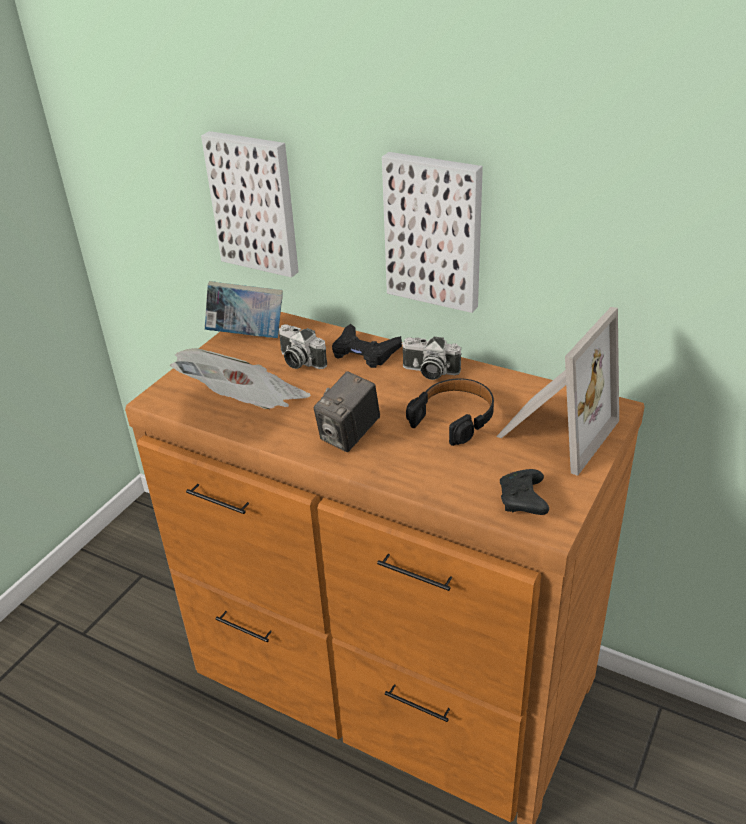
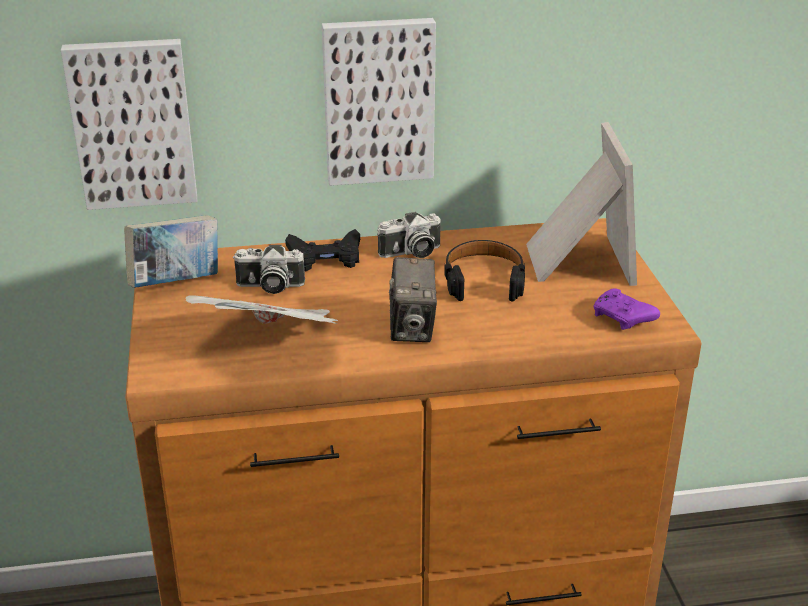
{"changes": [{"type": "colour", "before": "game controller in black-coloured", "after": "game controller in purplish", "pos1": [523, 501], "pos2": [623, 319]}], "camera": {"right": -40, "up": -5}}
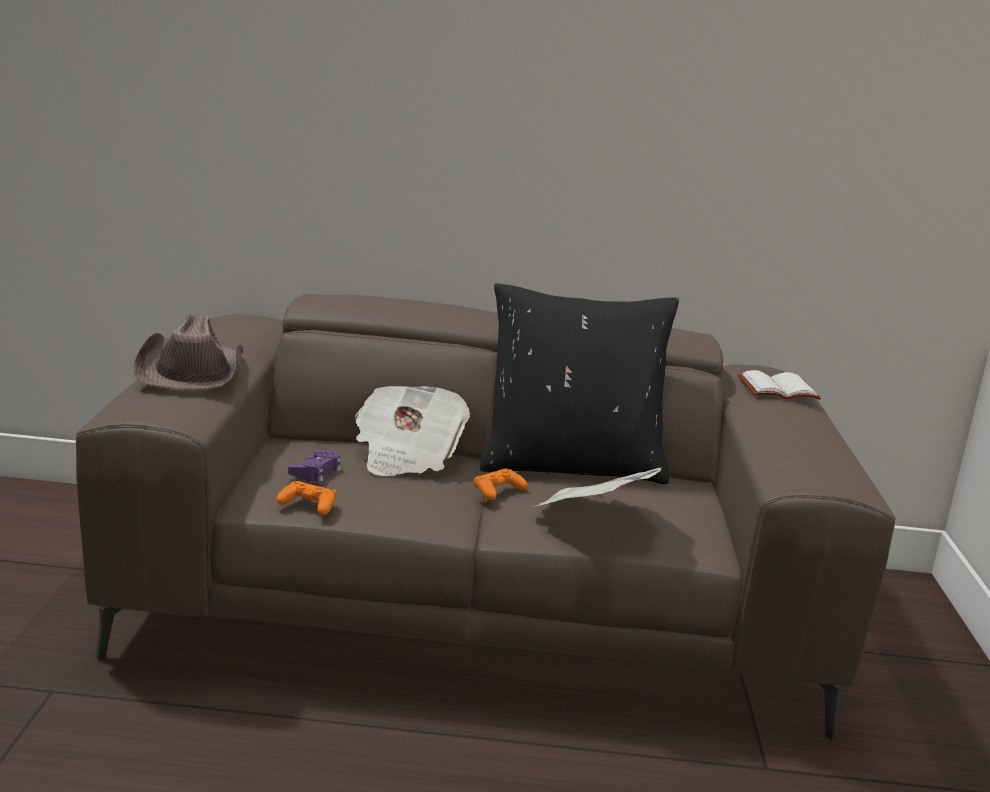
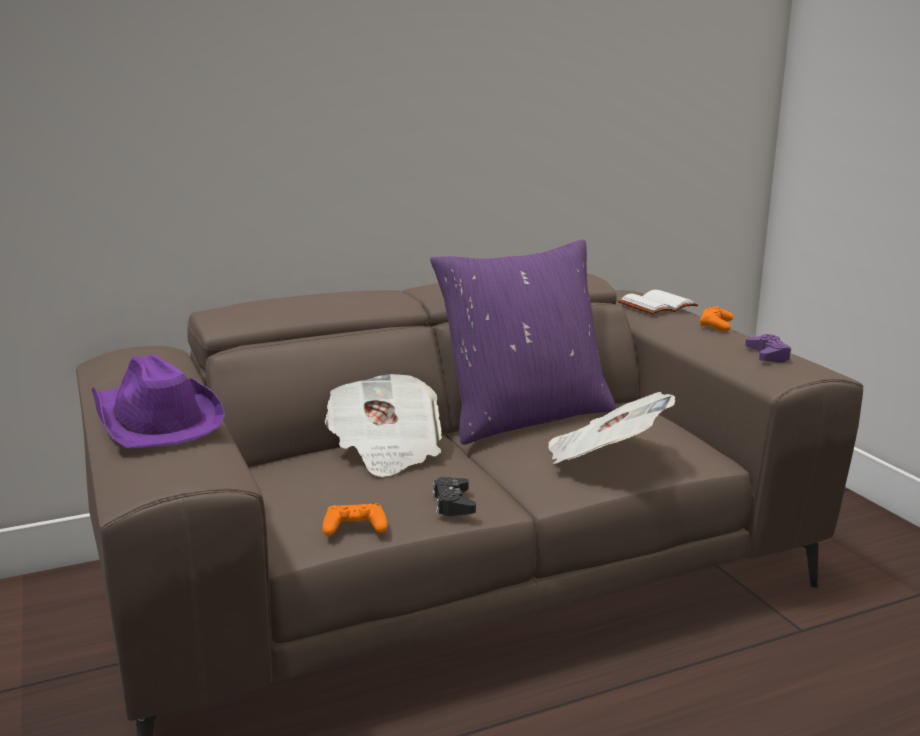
{"changes": [{"type": "colour", "before": "hat in brownish", "after": "hat in purplish", "pos1": [191, 370], "pos2": [155, 419]}, {"type": "relocated", "before": "game controller in purplish", "pos1": [316, 472], "pos2": [768, 355]}, {"type": "relocated", "before": "game controller in orangey", "pos1": [498, 490], "pos2": [716, 325]}, {"type": "colour", "before": "throw pillow in black-coloured", "after": "throw pillow in purplish", "pos1": [571, 465], "pos2": [525, 417]}, {"type": "appeared", "after": "game controller in black-coloured", "pos2": [453, 504]}], "camera": {"right": -25, "up": 0}}
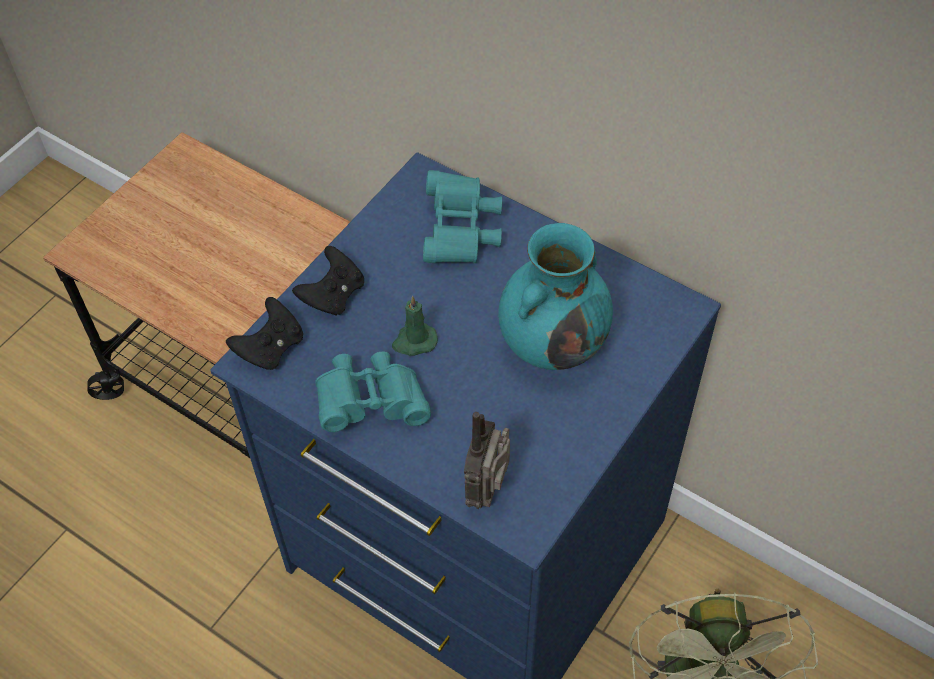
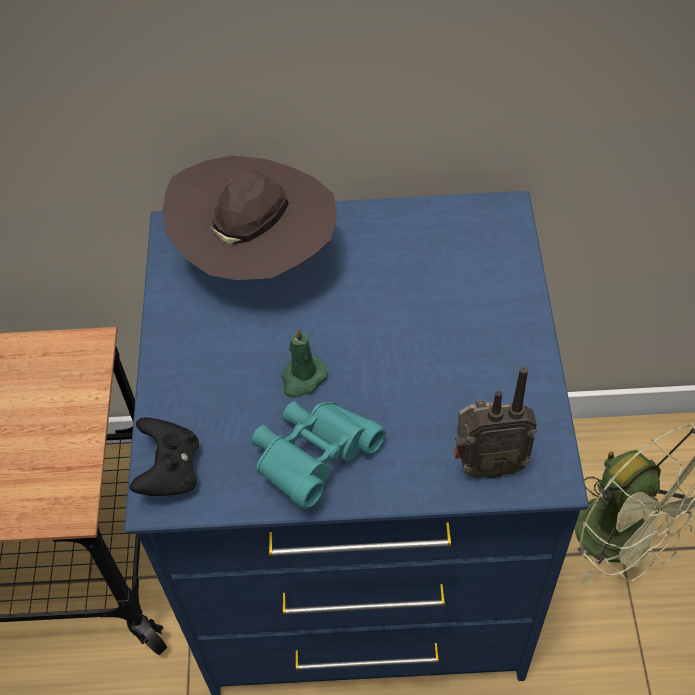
{"changes": [{"type": "missing", "before": "game controller in black-coloured", "pos1": [333, 295]}, {"type": "exchanged", "before": "binoculars in turquoise-coloured", "after": "hat in brownish", "pos1": [461, 232], "pos2": [257, 257]}, {"type": "spun", "before": "radio", "pos1": [488, 489], "pos2": [487, 464], "turn": -75}, {"type": "missing", "before": "flower vase in turquoise-coloured", "pos1": [553, 344]}], "camera": {"right": -35, "up": 0}}
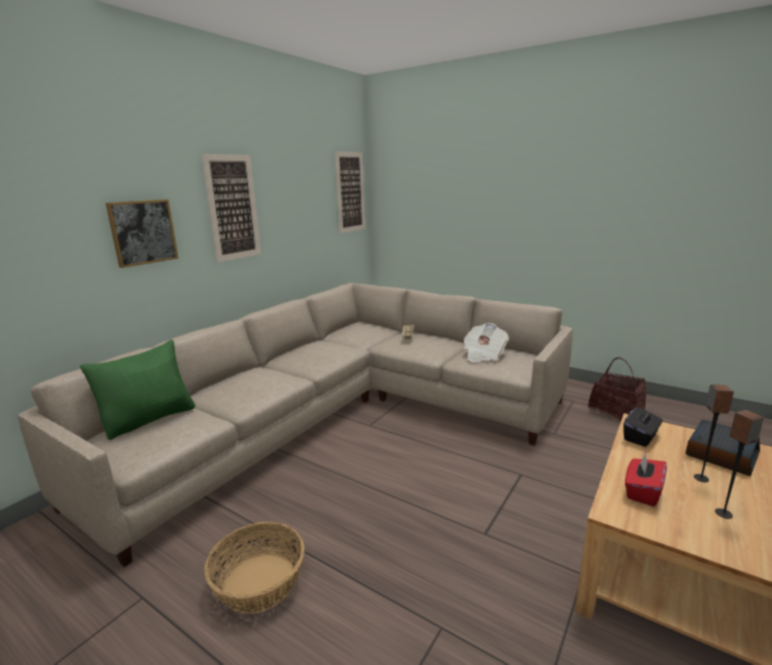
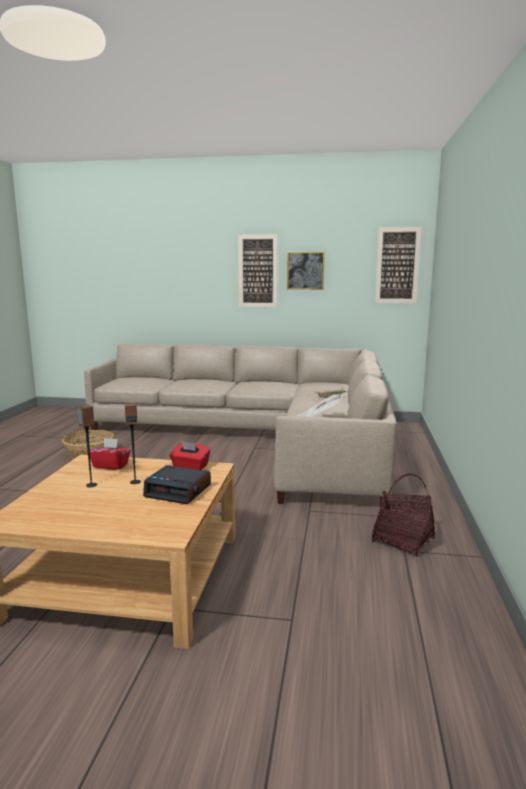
{"changes": [{"type": "missing", "before": "throw pillow in green-coloured", "pos1": [150, 419]}, {"type": "relocated", "before": "picture", "pos1": [143, 232], "pos2": [305, 270]}, {"type": "colour", "before": "box of tissues in black-coloured", "after": "box of tissues in reddish", "pos1": [640, 437], "pos2": [190, 467]}], "camera": {"right": 65, "up": -5}}
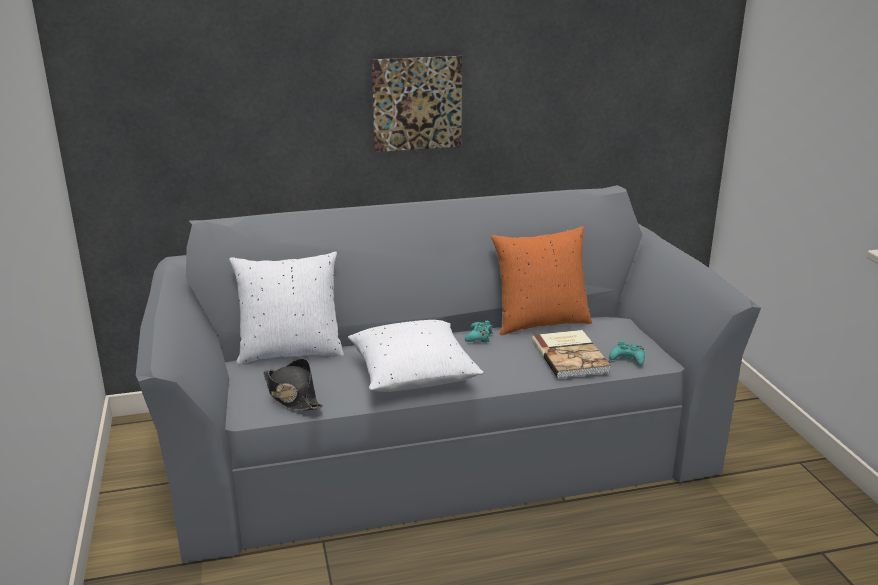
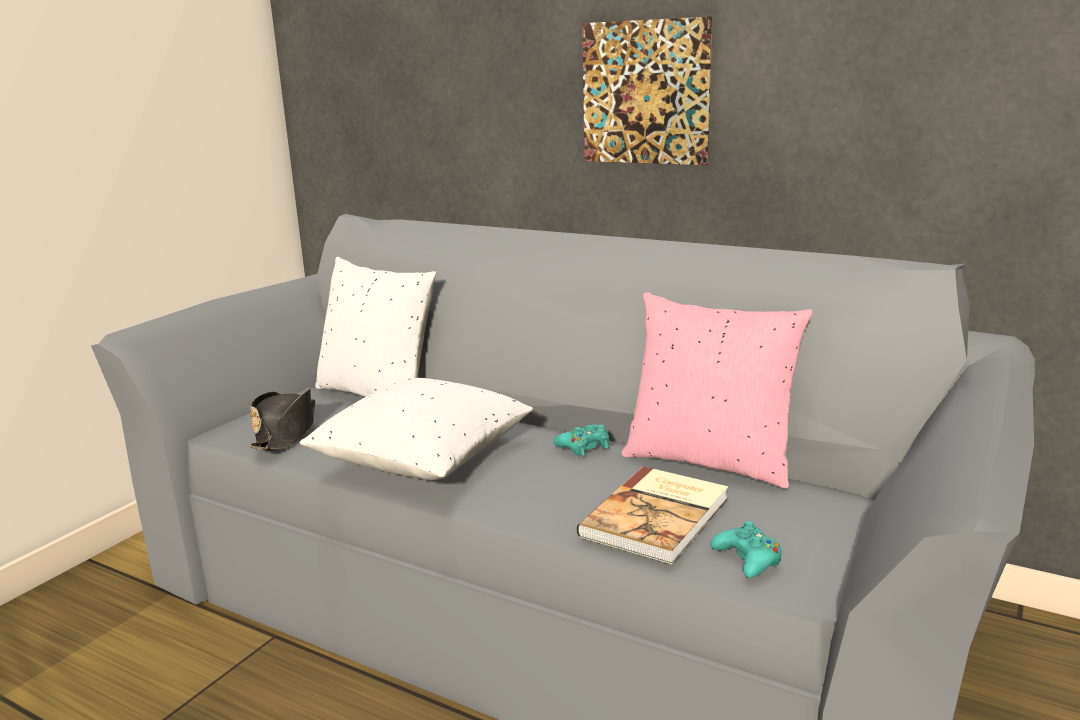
{"changes": [{"type": "colour", "before": "throw pillow in orangey", "after": "throw pillow in pink", "pos1": [540, 322], "pos2": [710, 460]}], "camera": {"right": 45, "up": -5}}
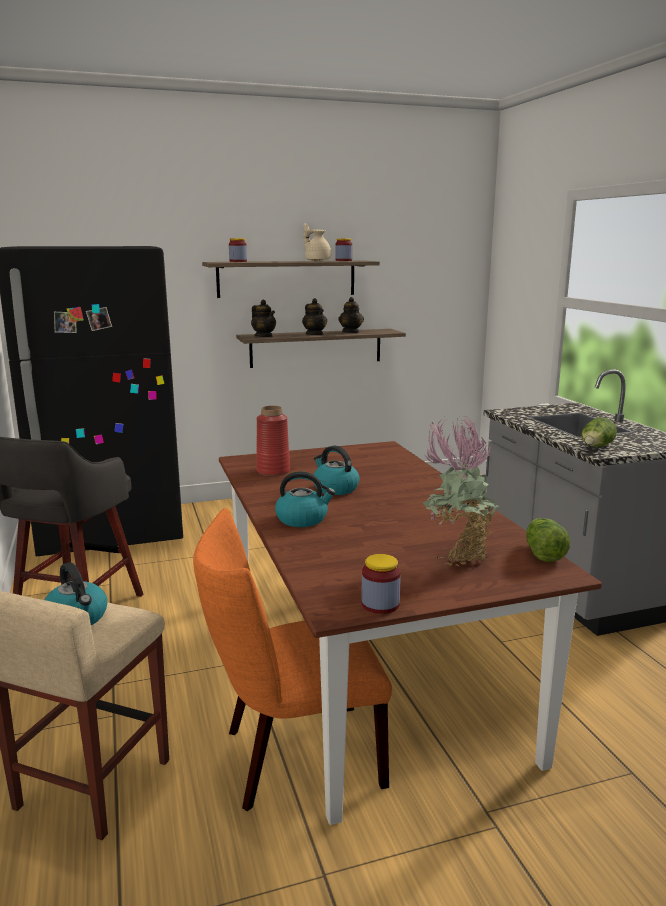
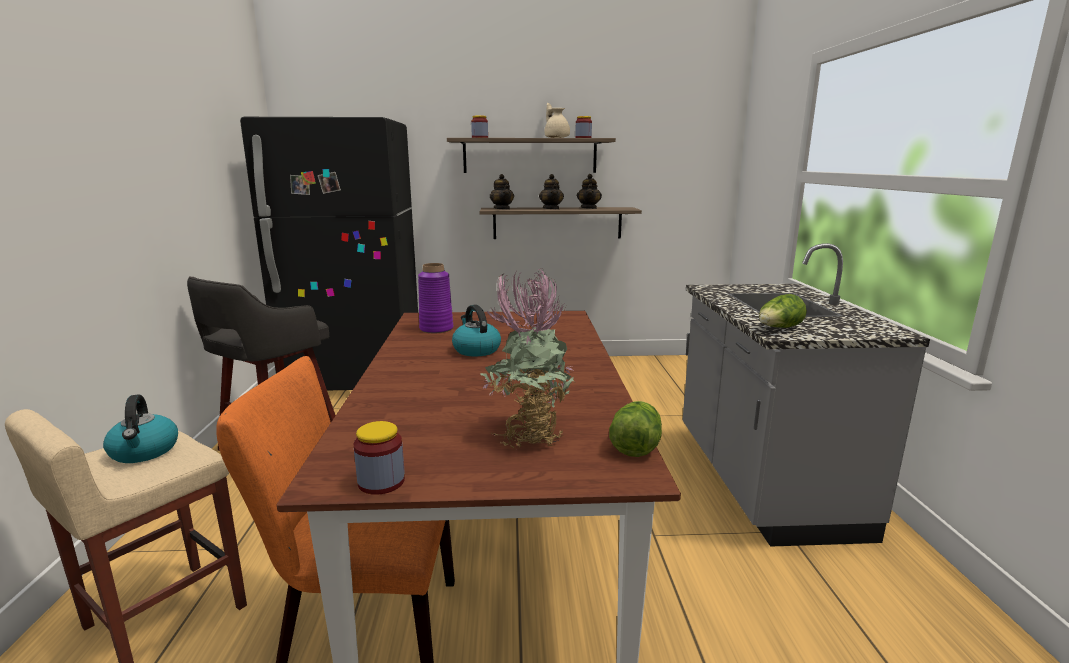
{"changes": [{"type": "colour", "before": "flower vase in reddish", "after": "flower vase in purplish", "pos1": [273, 471], "pos2": [436, 329]}, {"type": "missing", "before": "water kettle", "pos1": [302, 519]}], "camera": {"right": 15, "up": 0}}
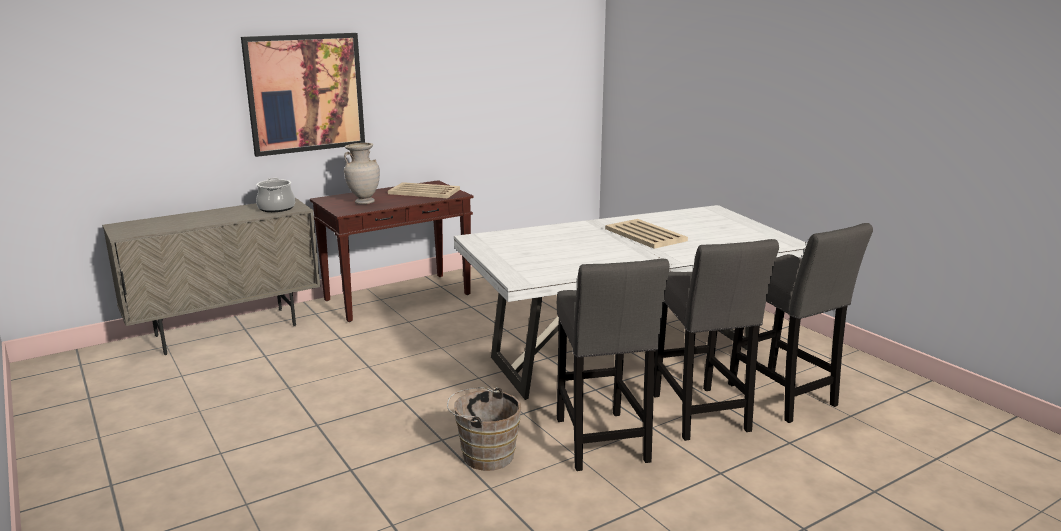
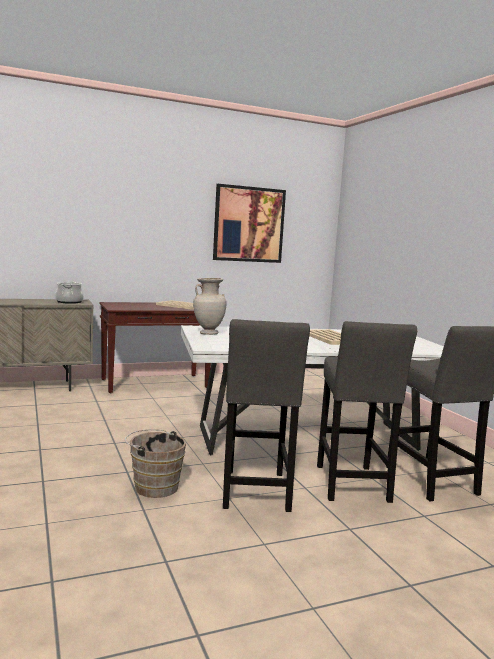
{"changes": [{"type": "relocated", "before": "picture", "pos1": [305, 93], "pos2": [249, 224]}, {"type": "relocated", "before": "flower vase in beige", "pos1": [364, 202], "pos2": [208, 333]}], "camera": {"right": 10, "up": -10}}
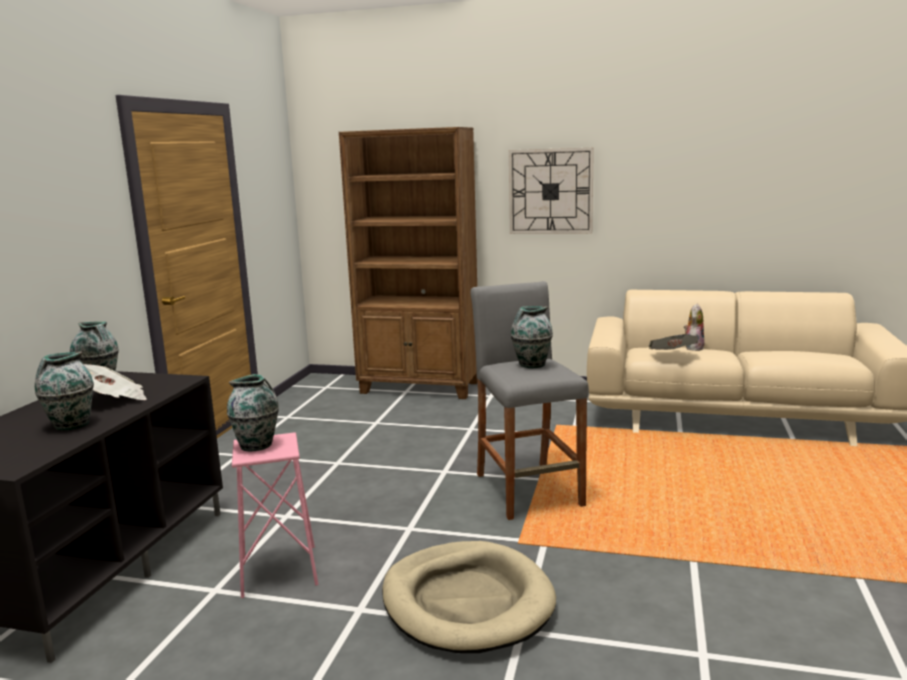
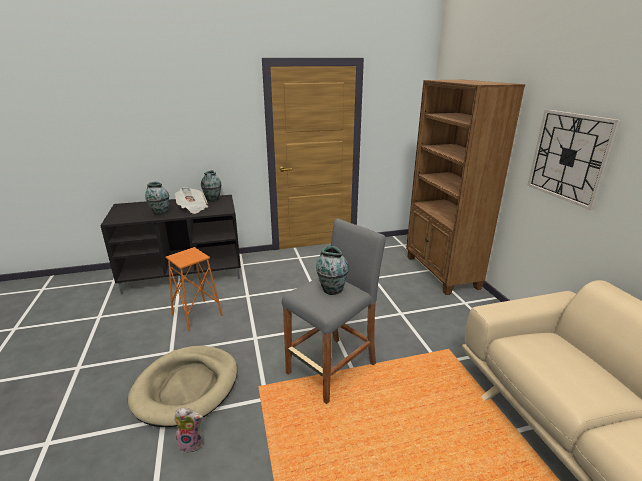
{"changes": [{"type": "missing", "before": "flower vase", "pos1": [257, 445]}, {"type": "colour", "before": "stool in pink", "after": "stool in orangey", "pos1": [279, 571], "pos2": [197, 315]}, {"type": "missing", "before": "newspaper", "pos1": [672, 356]}, {"type": "relocated", "before": "plush toy", "pos1": [693, 348], "pos2": [192, 443]}], "camera": {"right": 60, "up": 10}}
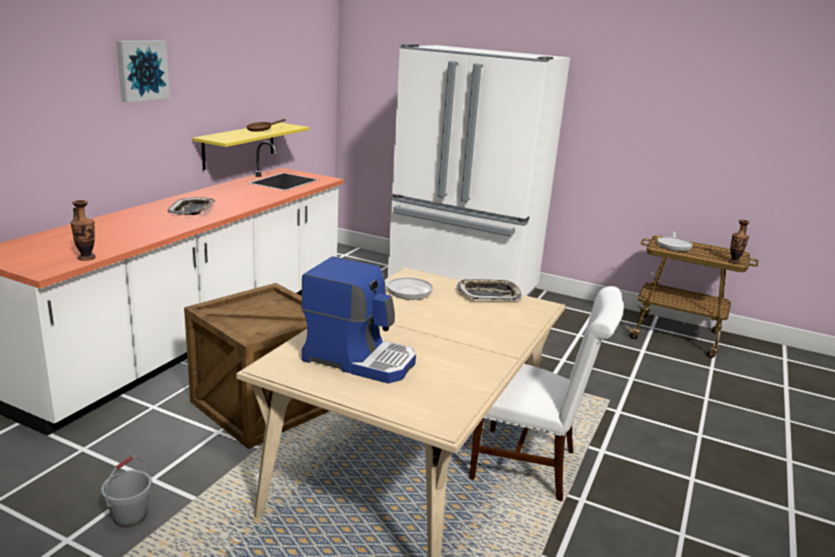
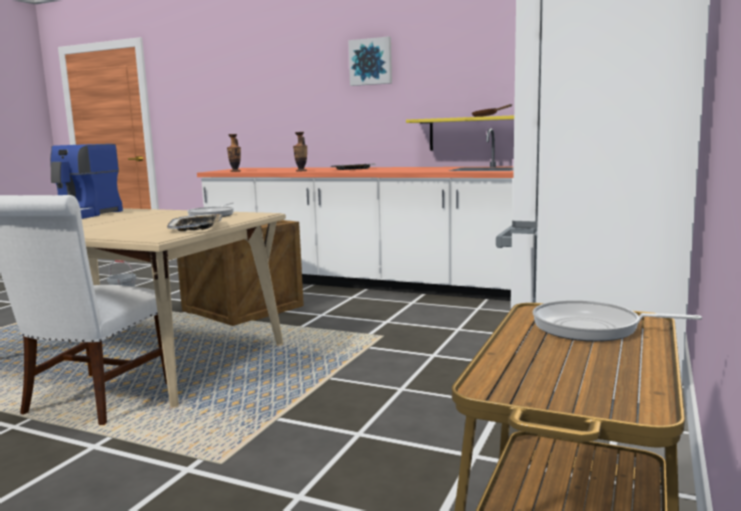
{"changes": [{"type": "relocated", "before": "flower vase", "pos1": [734, 262], "pos2": [301, 171]}], "camera": {"right": 90, "up": -10}}
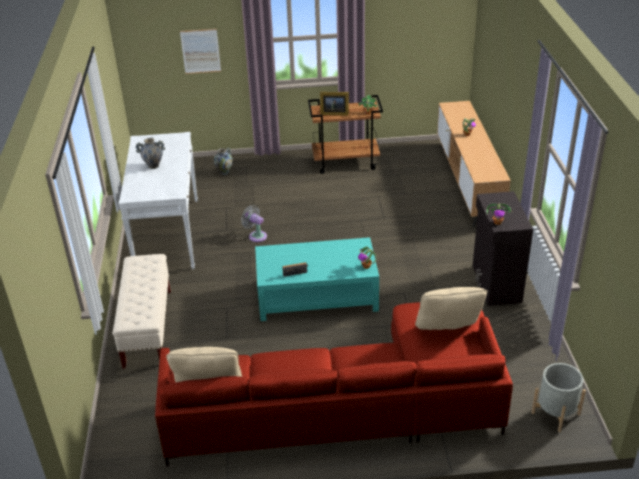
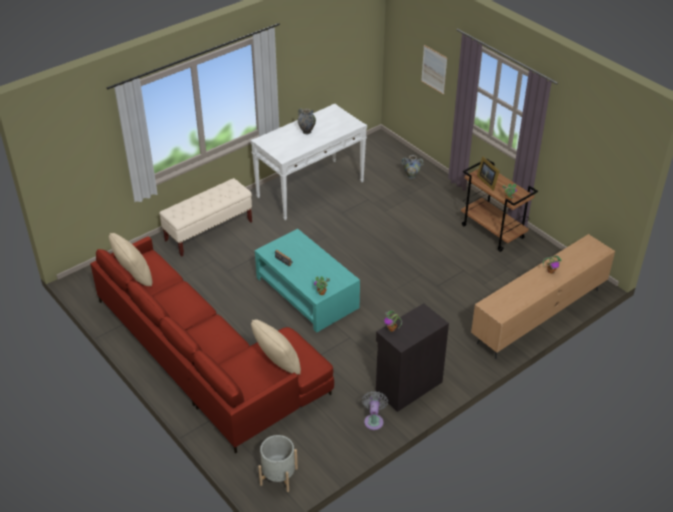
{"changes": [{"type": "relocated", "before": "cooling fan in grey", "pos1": [256, 236], "pos2": [374, 420]}], "camera": {"right": 55, "up": 5}}
